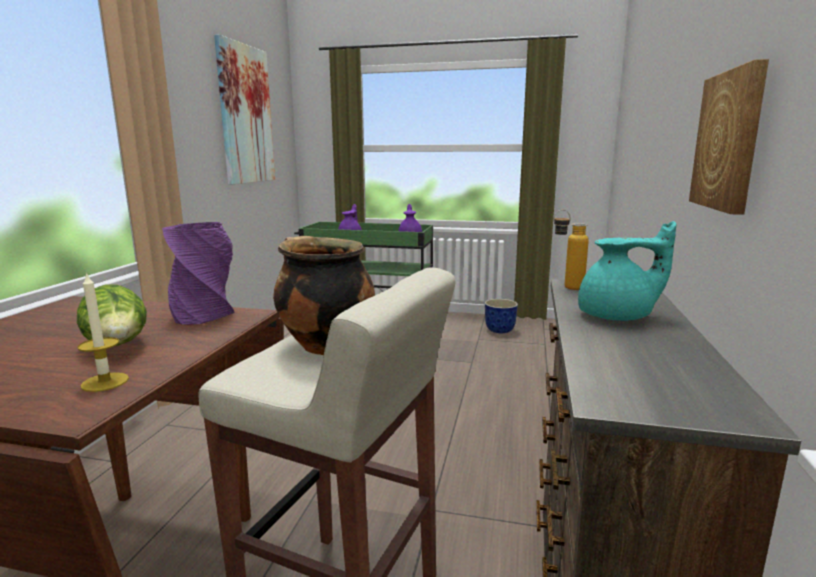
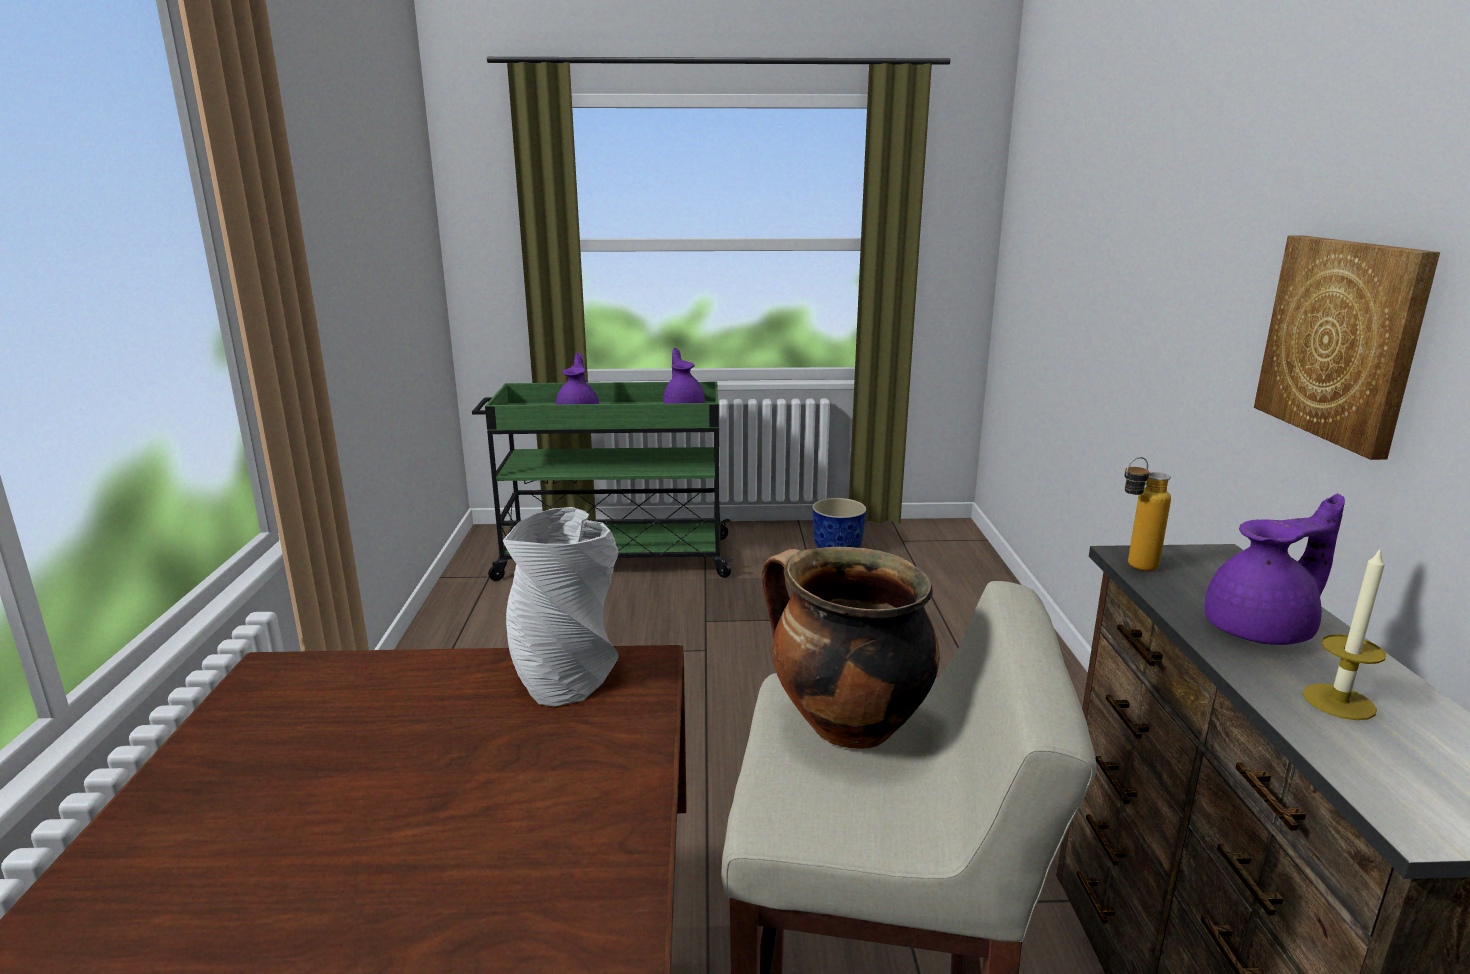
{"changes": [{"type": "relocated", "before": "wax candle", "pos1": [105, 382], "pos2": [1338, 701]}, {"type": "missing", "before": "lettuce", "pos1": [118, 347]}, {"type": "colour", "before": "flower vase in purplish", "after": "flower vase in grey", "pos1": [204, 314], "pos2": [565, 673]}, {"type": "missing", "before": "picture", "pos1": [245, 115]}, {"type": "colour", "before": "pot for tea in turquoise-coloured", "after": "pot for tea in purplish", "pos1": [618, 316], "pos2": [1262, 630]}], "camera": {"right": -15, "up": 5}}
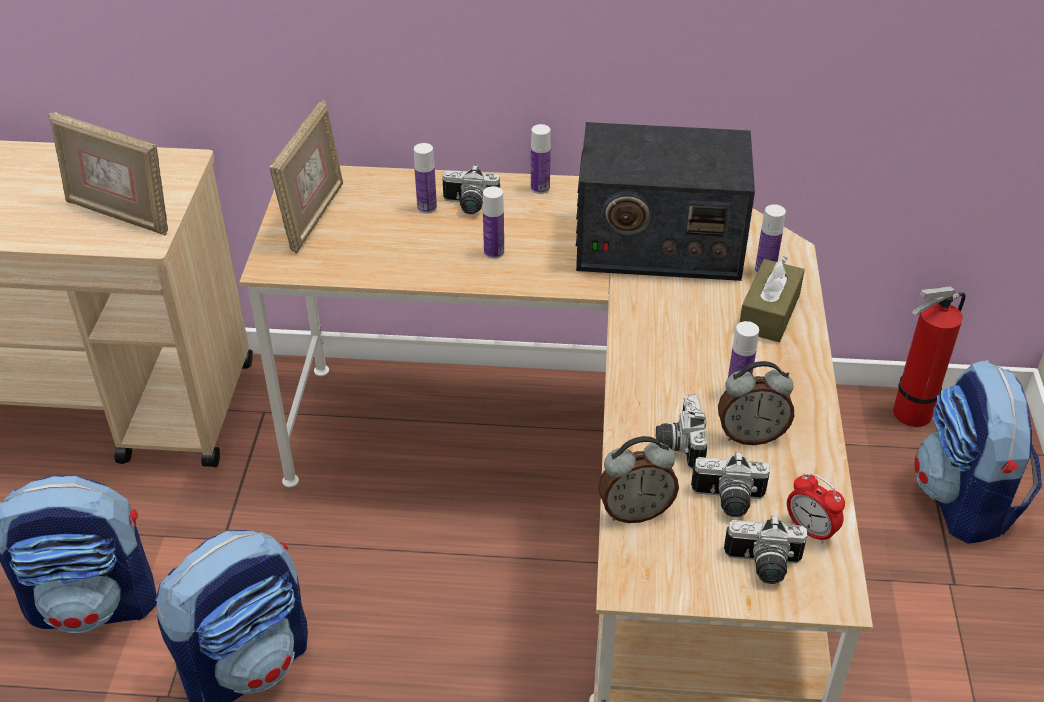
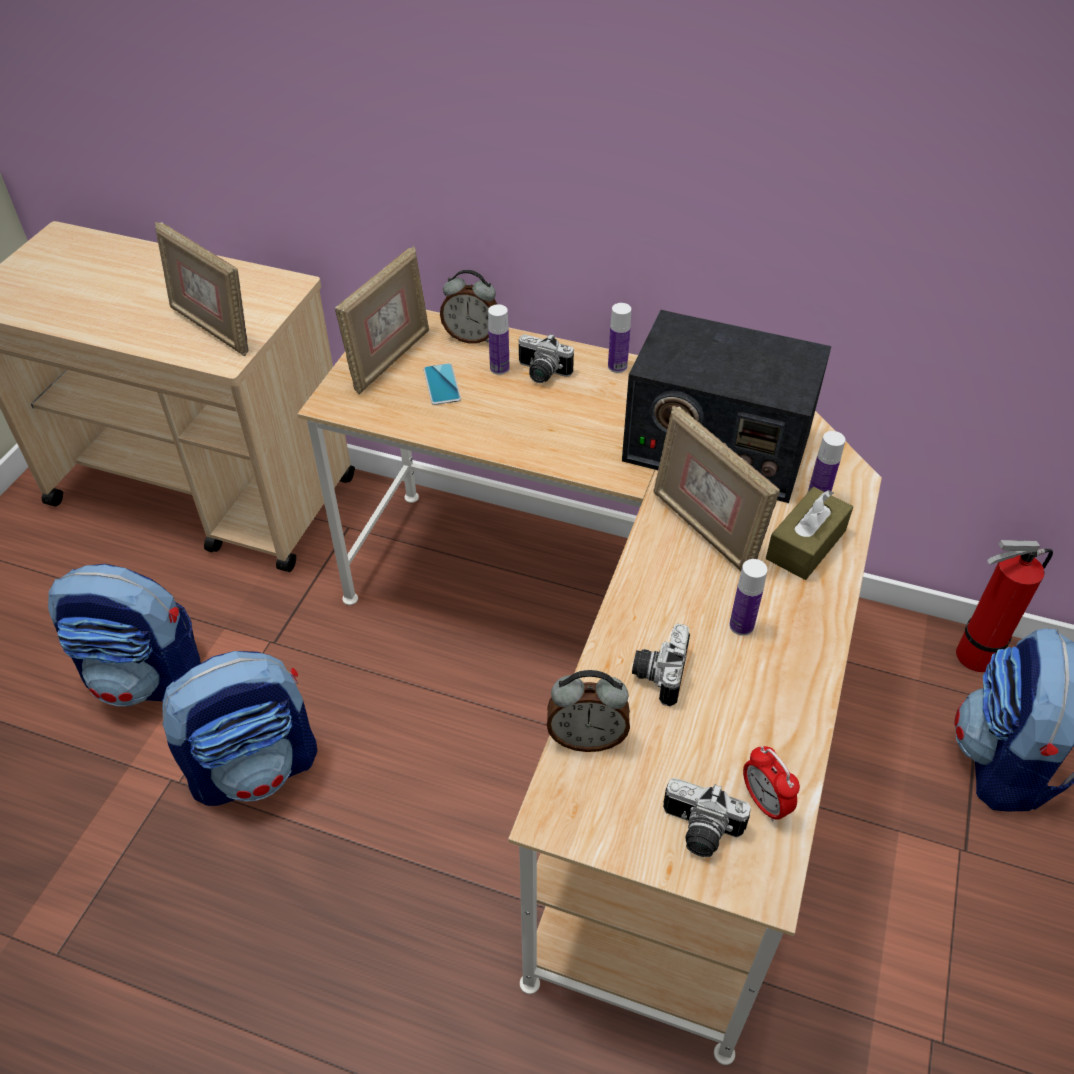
{"changes": [{"type": "missing", "before": "drink bottle", "pos1": [494, 252]}, {"type": "missing", "before": "photo camera", "pos1": [728, 501]}, {"type": "relocated", "before": "bedside clock", "pos1": [750, 435], "pos2": [471, 337]}, {"type": "appeared", "after": "telephone", "pos2": [442, 385]}, {"type": "appeared", "after": "picture frame", "pos2": [704, 530]}], "camera": {"right": 15, "up": 5}}
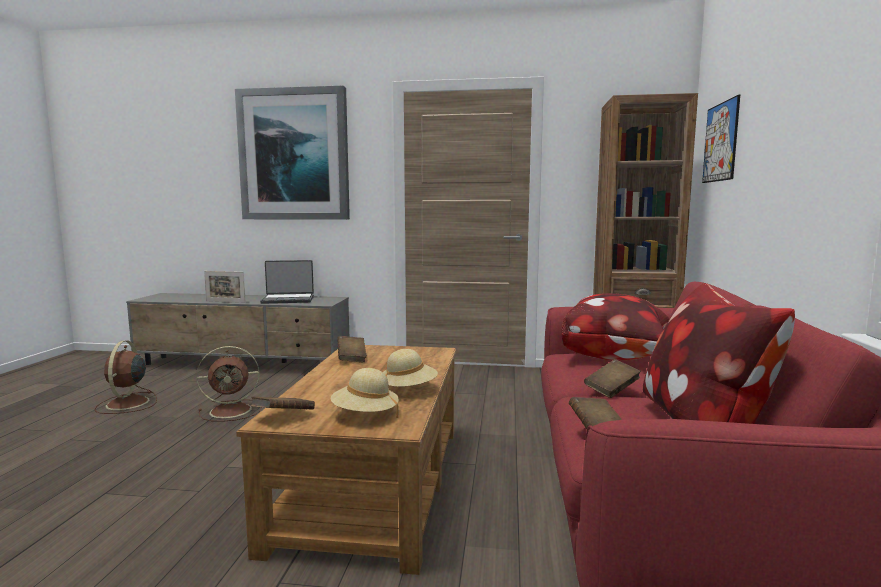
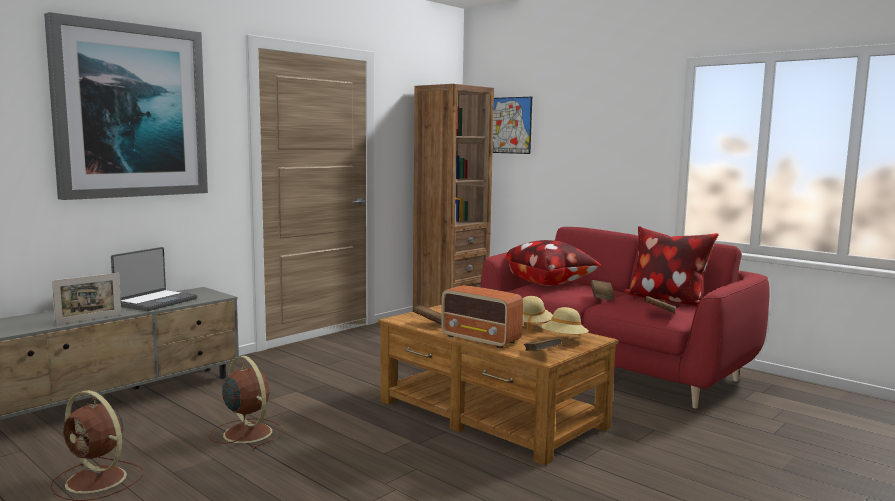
{"changes": [{"type": "spun", "before": "cooling fan in brownish", "pos1": [232, 410], "pos2": [246, 432], "turn": -60}, {"type": "appeared", "after": "radio", "pos2": [481, 339]}], "camera": {"right": -55, "up": 0}}
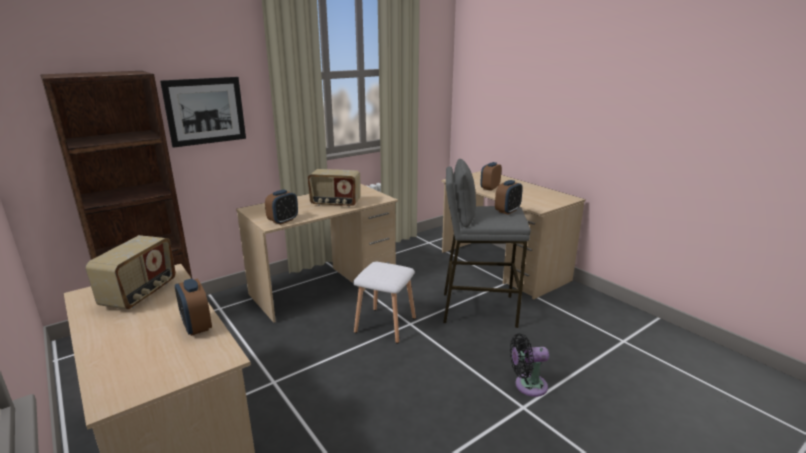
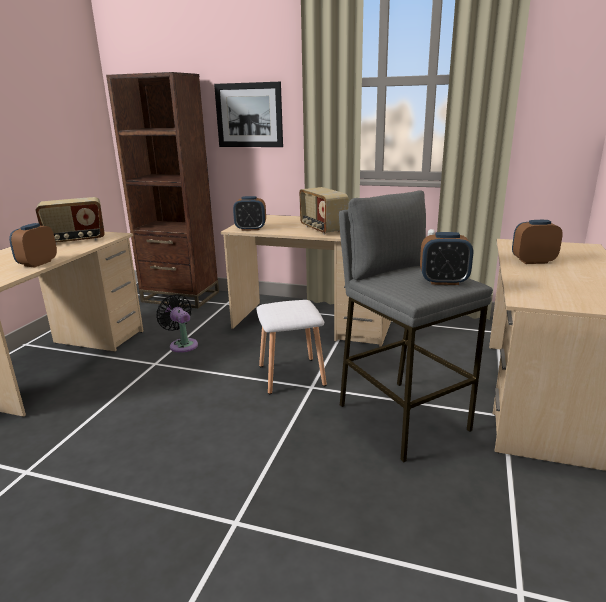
{"changes": [{"type": "relocated", "before": "cooling fan in black-coloured", "pos1": [527, 385], "pos2": [182, 344]}], "camera": {"right": 55, "up": 0}}
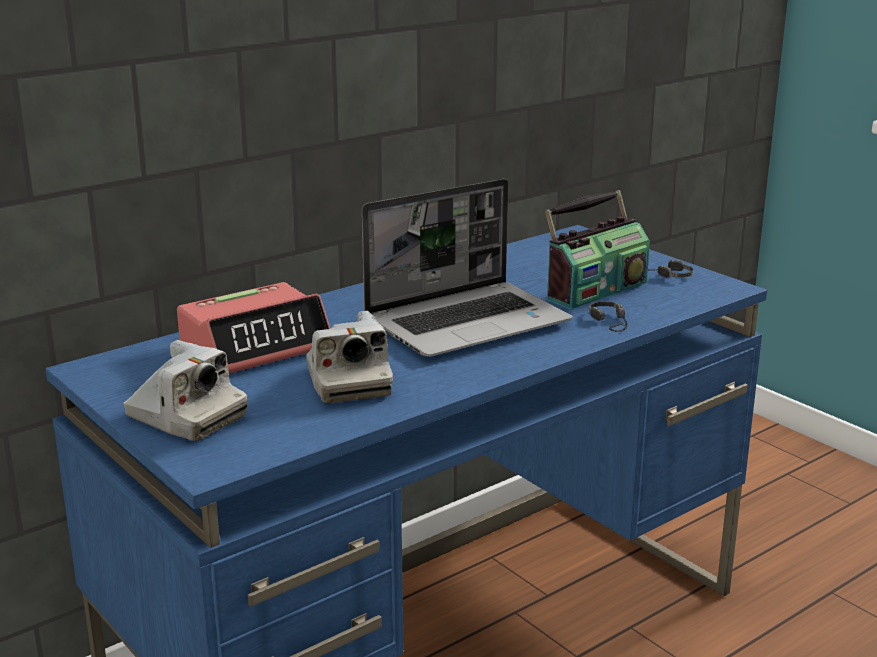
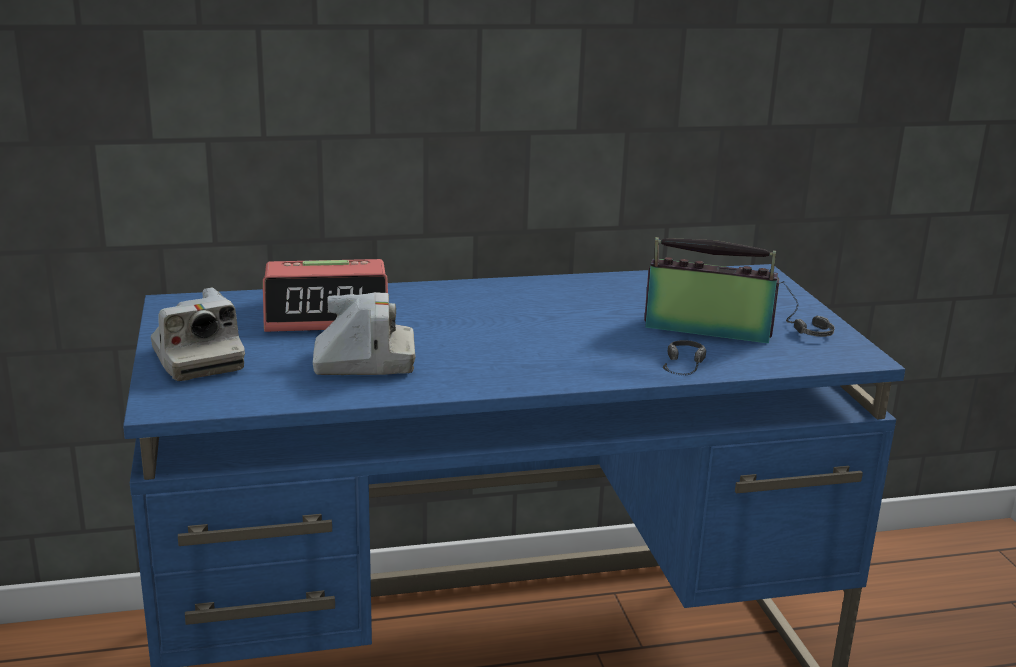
{"changes": [{"type": "spun", "before": "photo camera", "pos1": [348, 382], "pos2": [364, 362], "turn": -105}, {"type": "missing", "before": "portable computer", "pos1": [468, 322]}, {"type": "spun", "before": "radio", "pos1": [595, 290], "pos2": [707, 330], "turn": -150}], "camera": {"right": 25, "up": 0}}
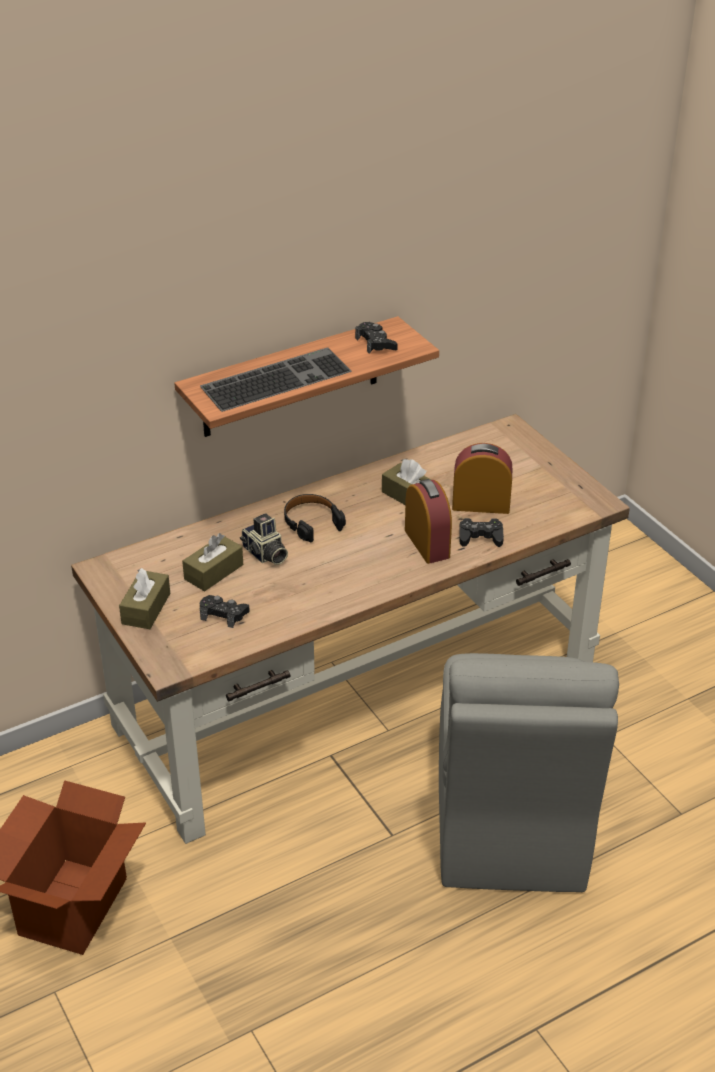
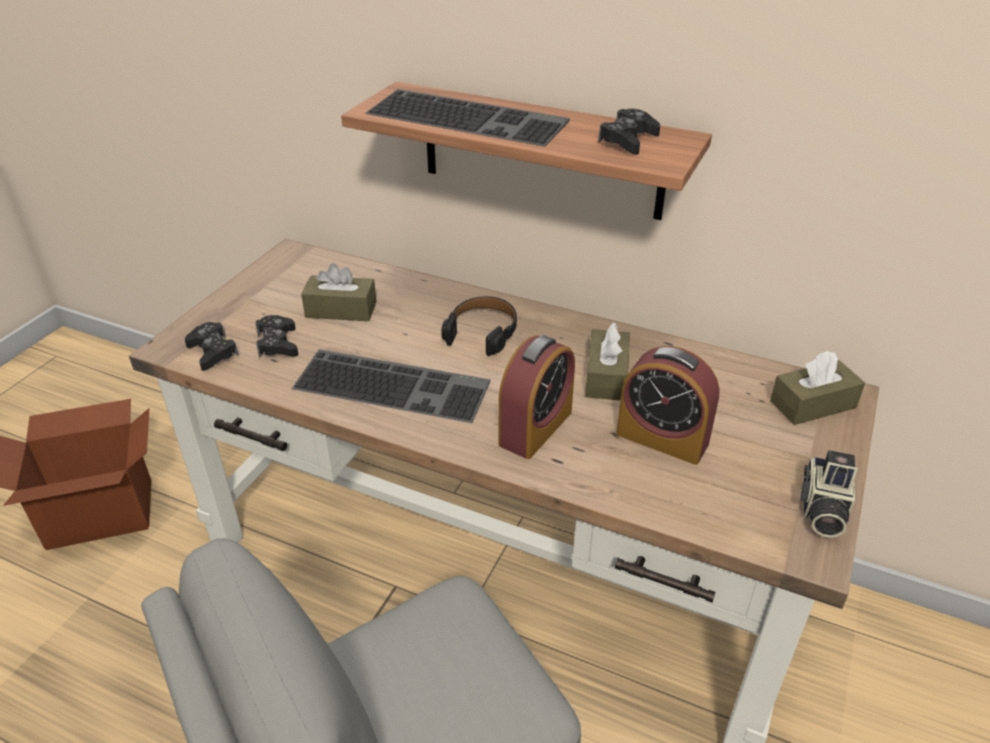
{"changes": [{"type": "relocated", "before": "box of tissues in brownish", "pos1": [146, 608], "pos2": [812, 404]}, {"type": "relocated", "before": "photo camera", "pos1": [265, 554], "pos2": [821, 510]}, {"type": "spun", "before": "bedside clock", "pos1": [481, 504], "pos2": [662, 438], "turn": 150}, {"type": "relocated", "before": "game controller in black-coloured", "pos1": [480, 537], "pos2": [212, 352]}, {"type": "appeared", "after": "keyboard", "pos2": [394, 384]}], "camera": {"right": 55, "up": 0}}
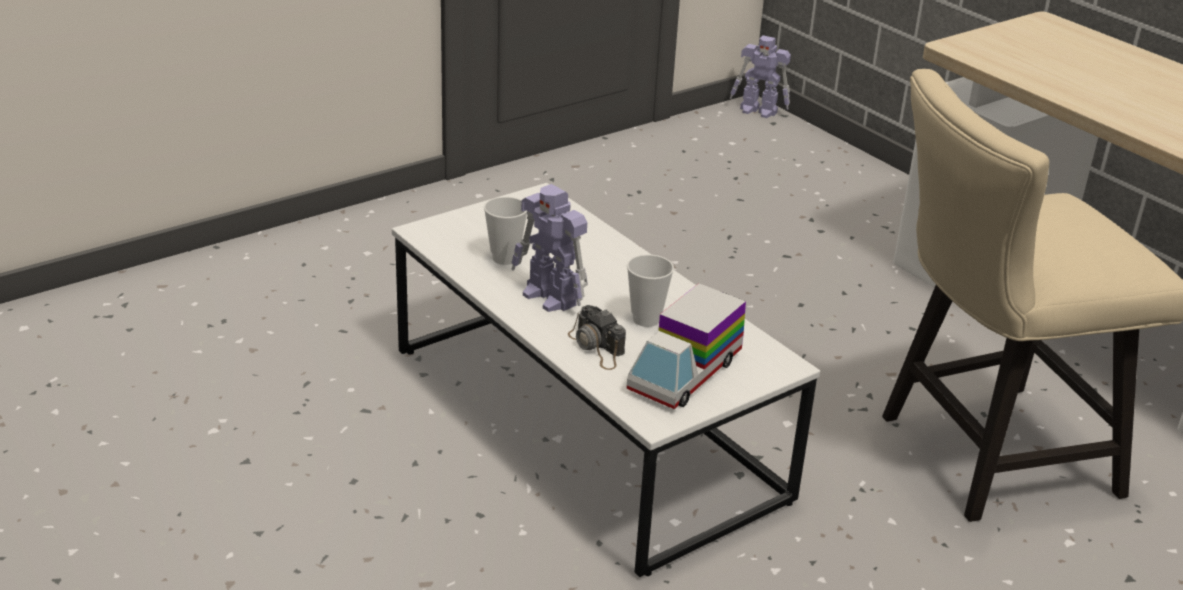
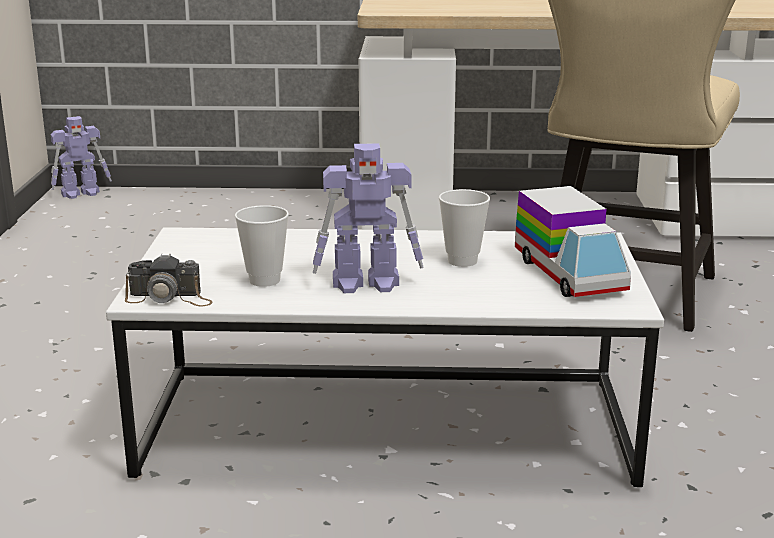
{"changes": [{"type": "relocated", "before": "photo camera", "pos1": [597, 347], "pos2": [170, 298]}], "camera": {"right": -50, "up": -10}}
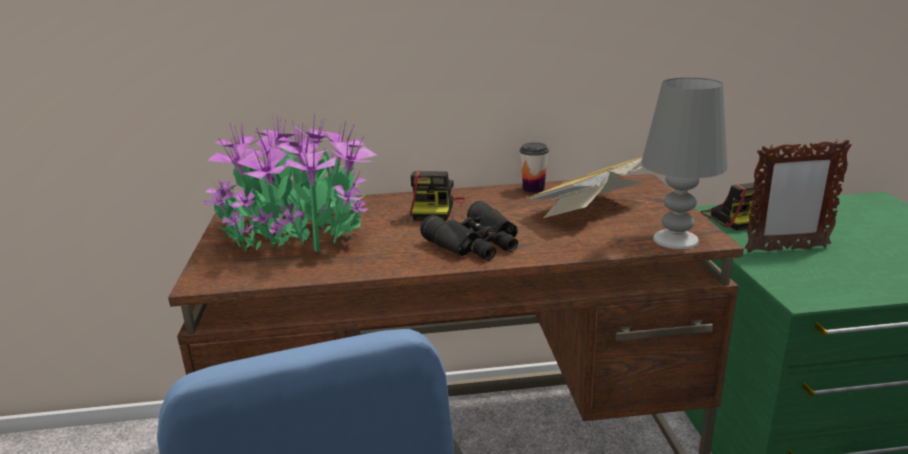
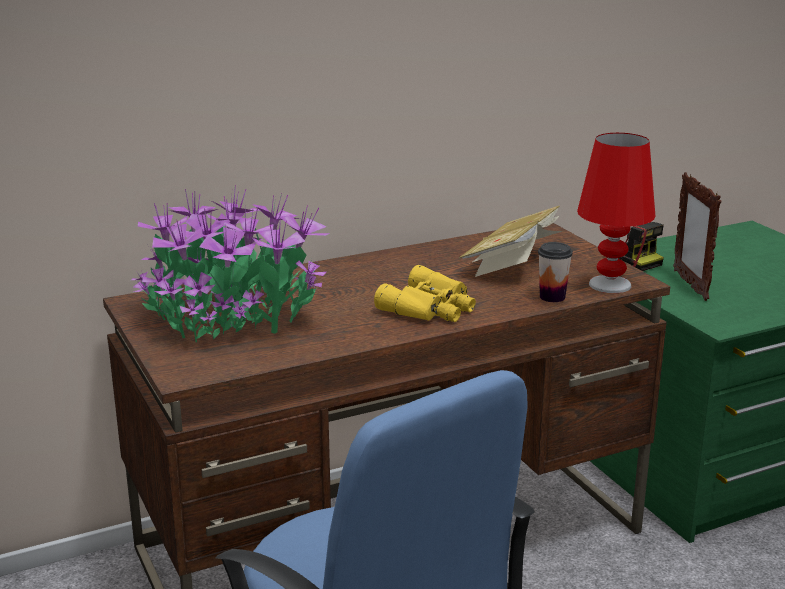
{"changes": [{"type": "missing", "before": "photo camera", "pos1": [436, 209]}, {"type": "colour", "before": "binoculars in black-coloured", "after": "binoculars in yellowish", "pos1": [477, 243], "pos2": [431, 308]}, {"type": "relocated", "before": "drinking cup", "pos1": [533, 189], "pos2": [552, 297]}, {"type": "colour", "before": "lamp for a table in grey", "after": "lamp for a table in reddish", "pos1": [675, 239], "pos2": [609, 284]}, {"type": "spun", "before": "picture frame", "pos1": [786, 249], "pos2": [690, 285], "turn": 105}], "camera": {"right": -20, "up": 0}}
